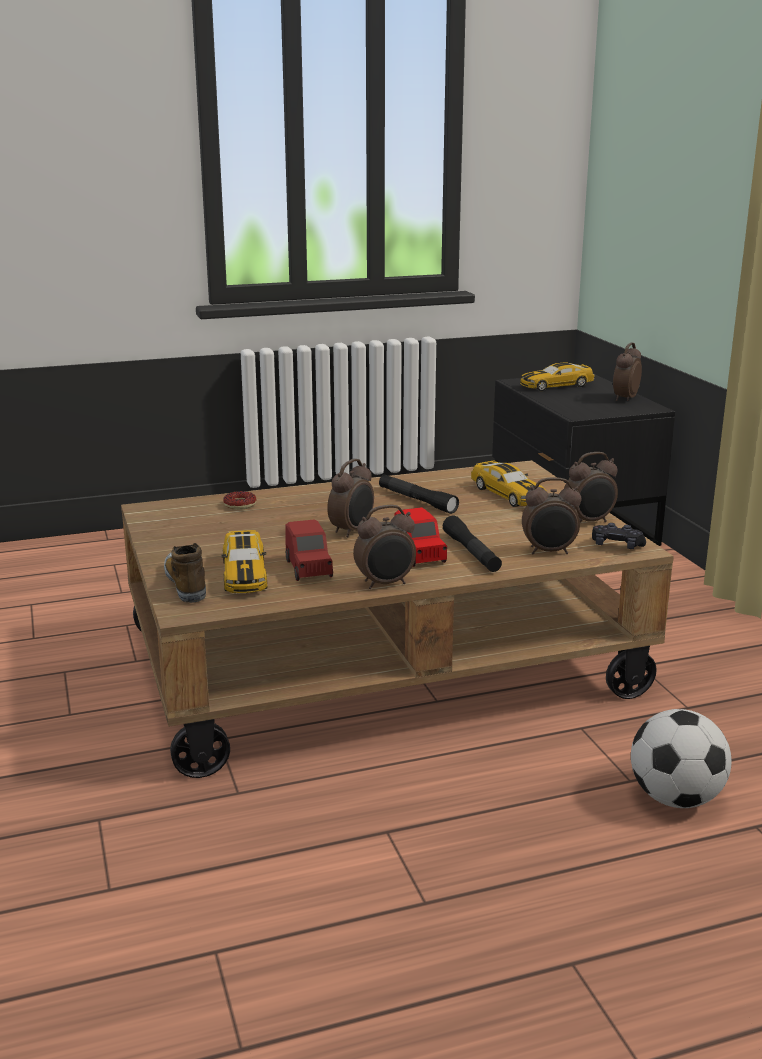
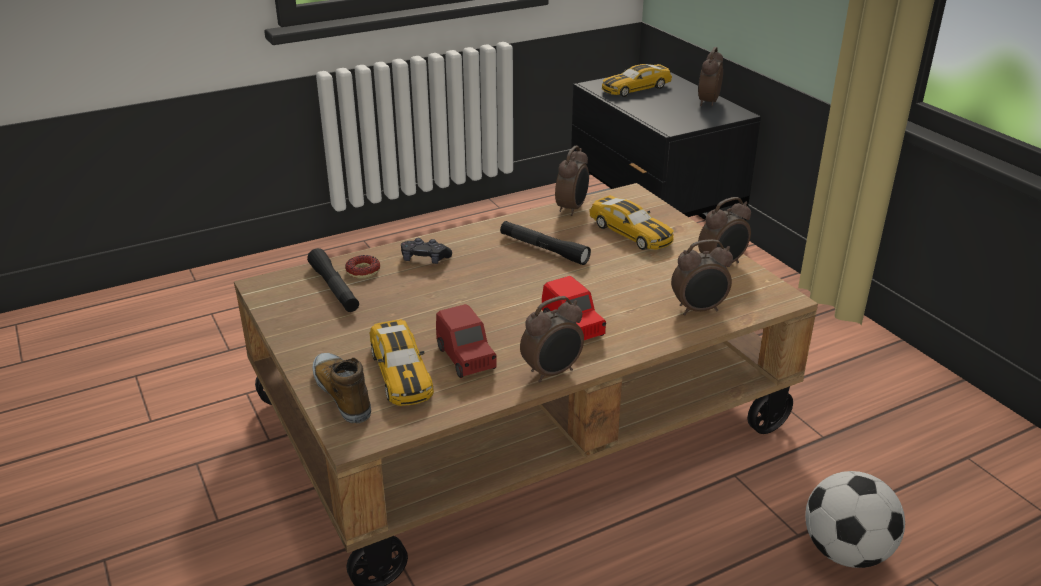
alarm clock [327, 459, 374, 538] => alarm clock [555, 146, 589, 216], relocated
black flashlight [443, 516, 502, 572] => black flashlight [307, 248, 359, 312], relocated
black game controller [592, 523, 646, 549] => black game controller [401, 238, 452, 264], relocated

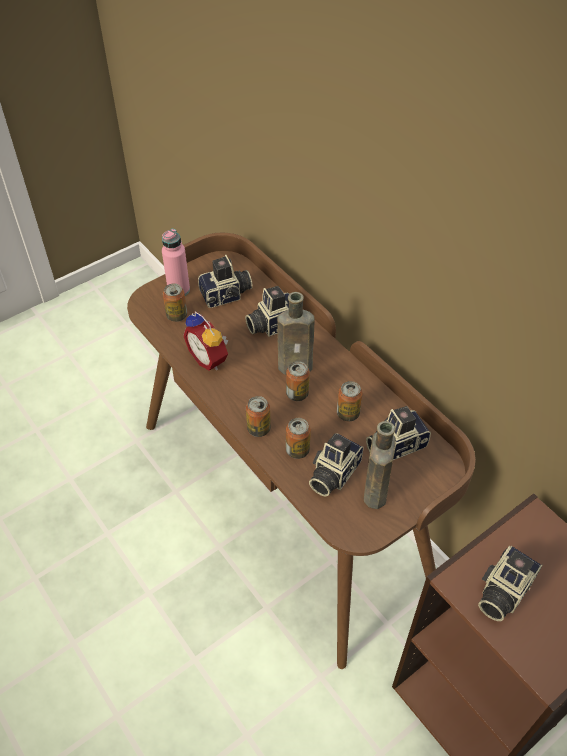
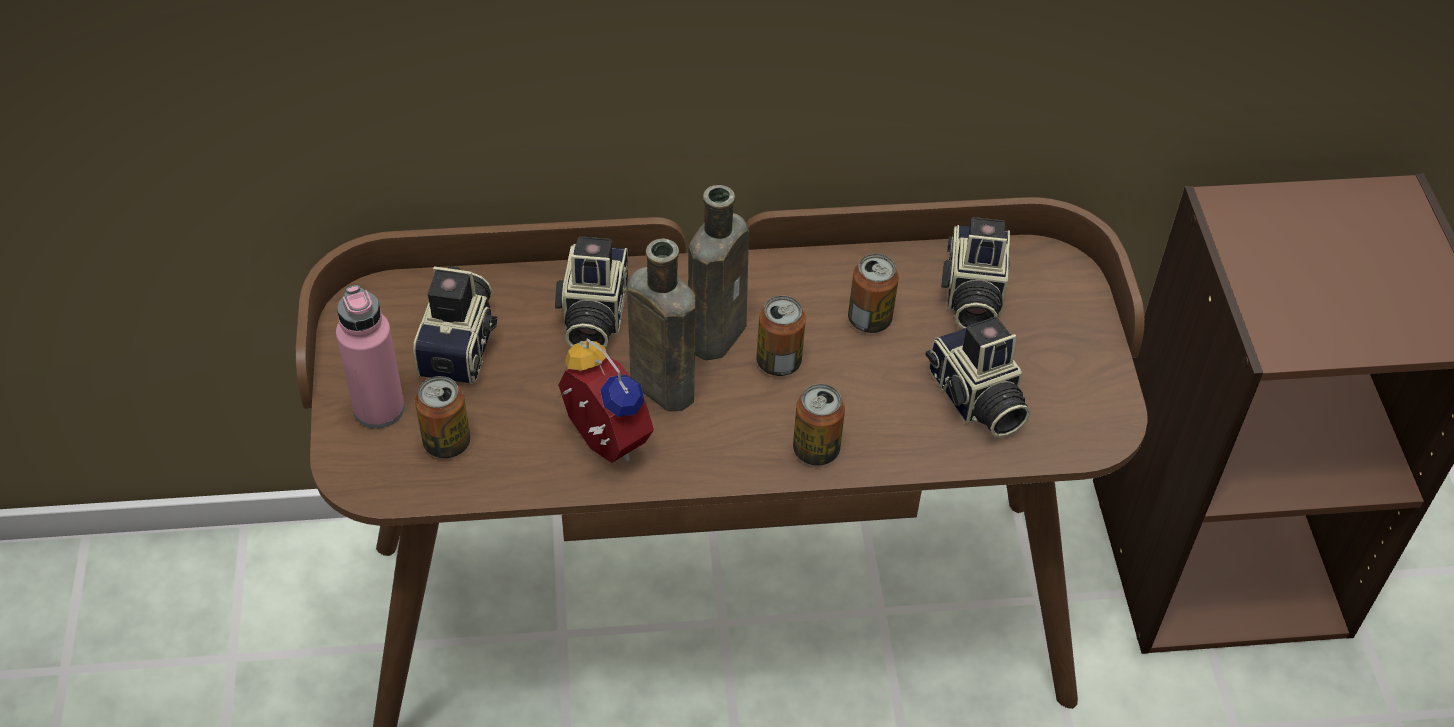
alarm clock [183, 312, 228, 371] => alarm clock [557, 338, 654, 463], 120 degrees counterclockwise
can [286, 418, 311, 459] => nothing
brown bottle [364, 421, 396, 509] => brown bottle [627, 238, 695, 411], relocated
photo camera [478, 546, 543, 621] => nothing

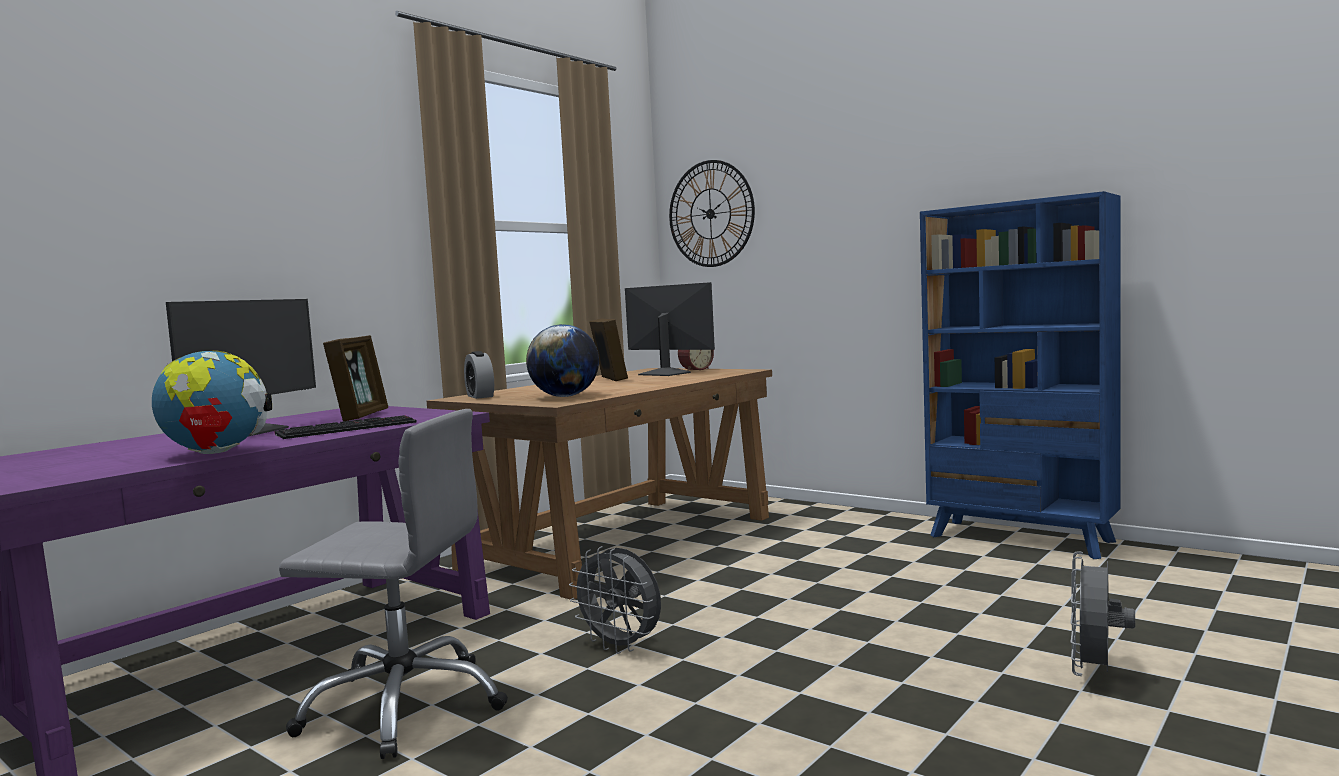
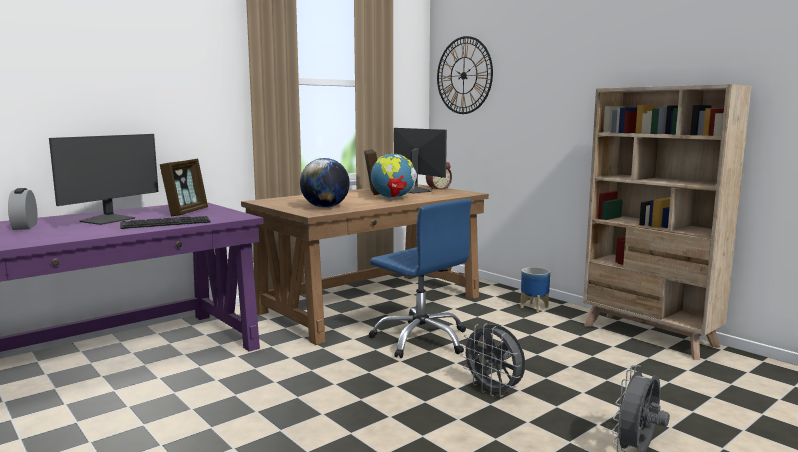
globe [152, 350, 272, 454] => globe [371, 154, 417, 199], relocated
grey office chair [279, 409, 508, 759] => nothing
alarm clock [464, 351, 494, 399] => alarm clock [8, 188, 37, 230], relocated
grey fan [569, 546, 661, 654] => grey fan [460, 323, 525, 397], relocated
blue bookcase [920, 191, 1121, 559] => beige bookcase [583, 84, 751, 360]
nothing => blue office chair [368, 199, 472, 358]
nothing => planter [520, 267, 550, 312]

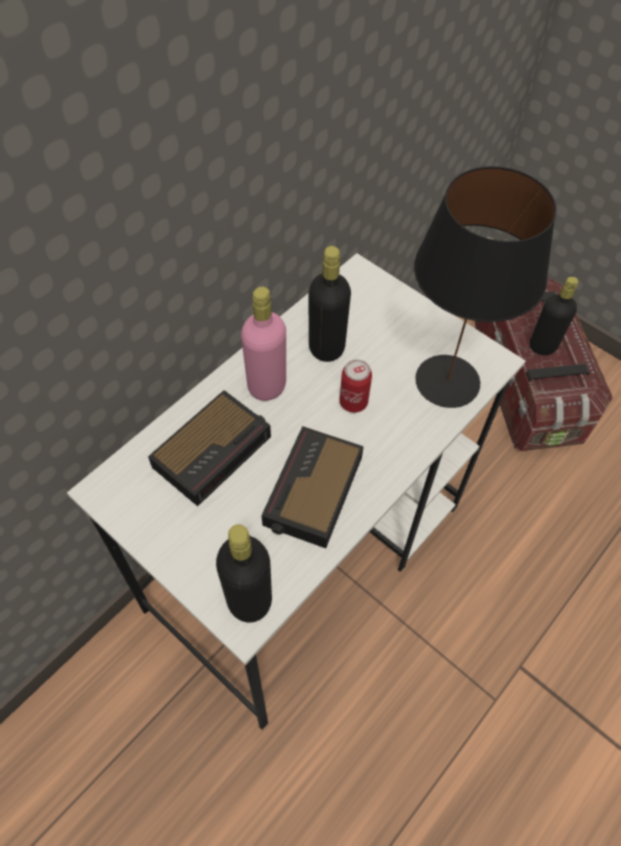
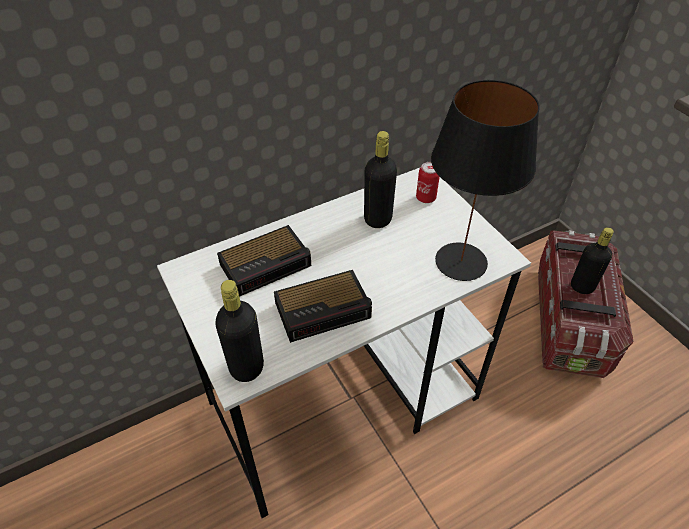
pink bottle [241, 287, 286, 401] => nothing
alarm clock [261, 426, 364, 548] => alarm clock [274, 270, 372, 343], 150 degrees counterclockwise
can [339, 360, 372, 413] => can [416, 162, 440, 203], relocated

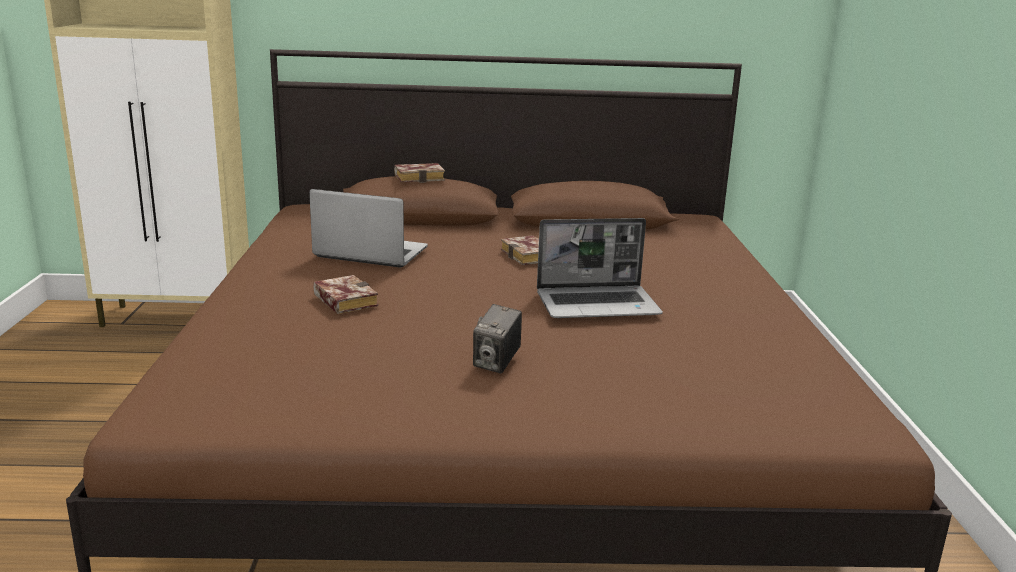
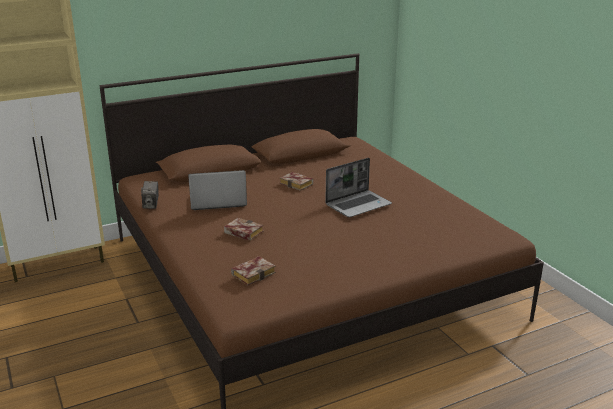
book [394, 163, 445, 183] => book [231, 256, 276, 285], relocated
photo camera [473, 304, 522, 373] => photo camera [141, 181, 159, 209], relocated

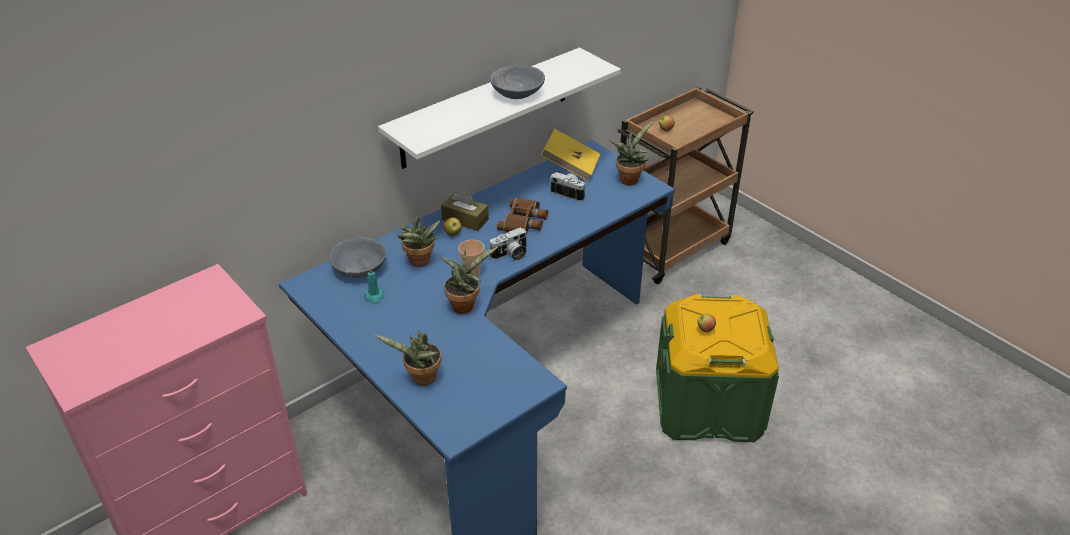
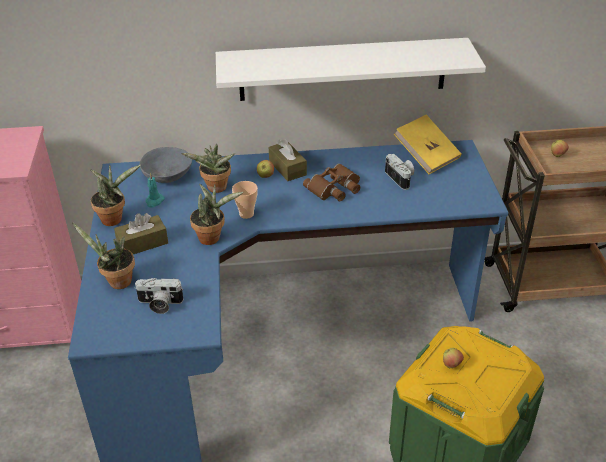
photo camera [489, 227, 527, 261] => photo camera [135, 278, 184, 314], relocated
grey bowl [490, 65, 545, 99] => nothing
potted plant [609, 121, 653, 186] => potted plant [90, 165, 141, 226], relocated
nothing => brown tissue box [114, 213, 168, 254]

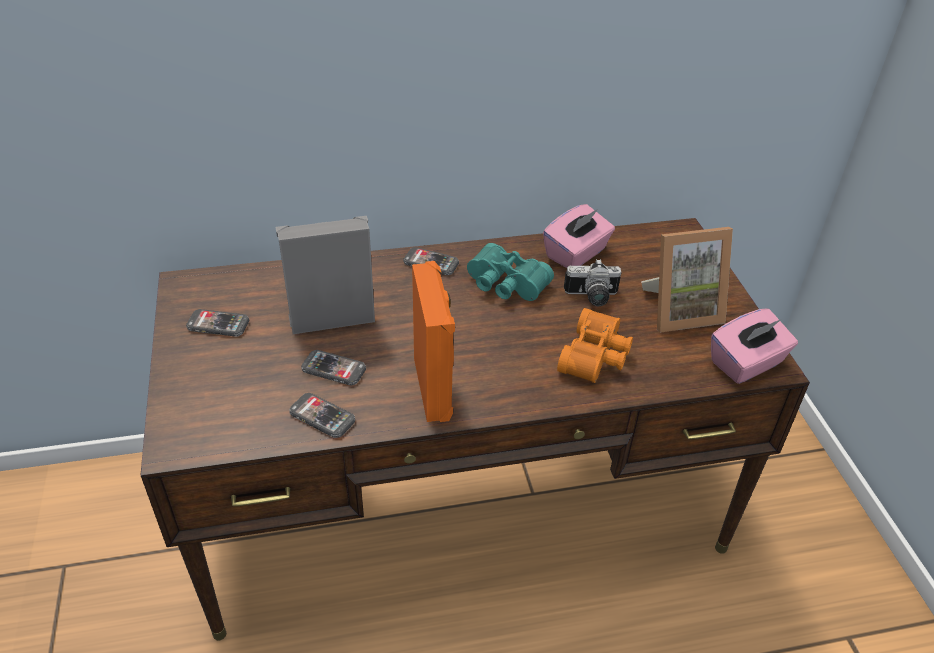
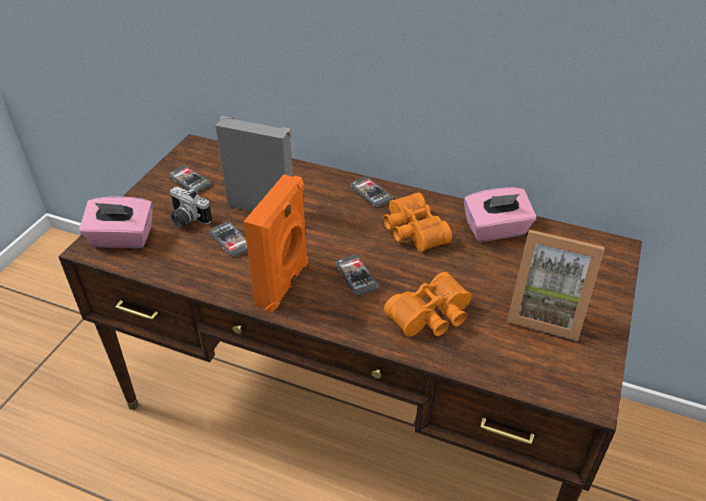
phone [289, 393, 355, 438] => phone [335, 255, 379, 295], relocated
turquoise binoculars [467, 243, 554, 301] => orange binoculars [384, 192, 452, 252]
photo camera [564, 259, 621, 306] => photo camera [170, 187, 212, 227], relocated
pink tissue box [711, 308, 798, 384] => pink tissue box [79, 196, 153, 248], relocated

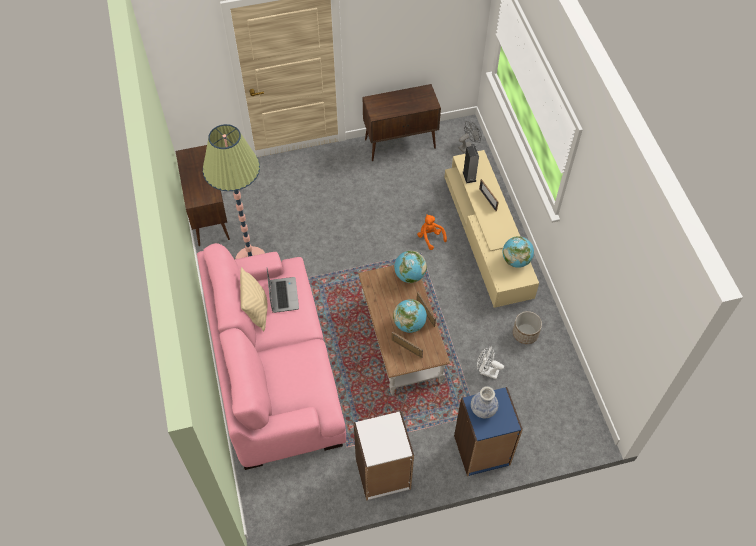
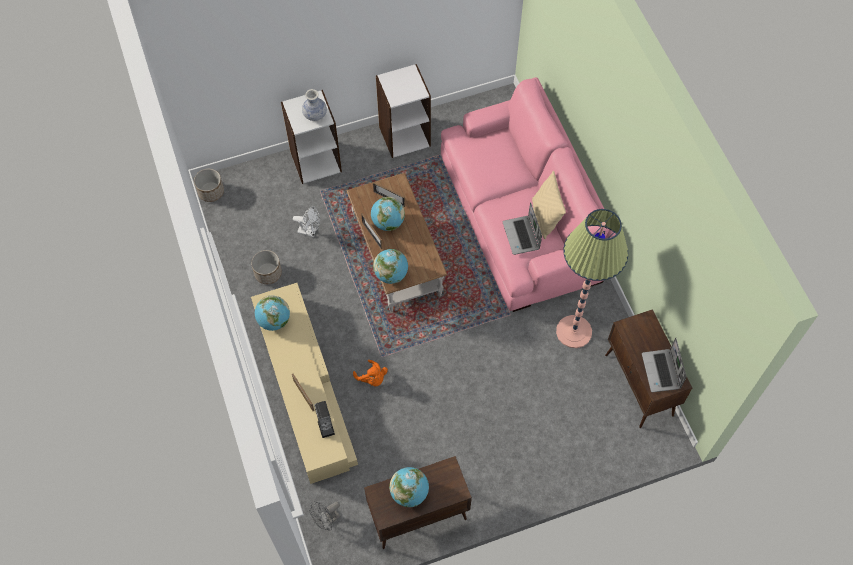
blue bookcase [454, 387, 523, 476] => white bookcase [281, 90, 342, 184]
nothing => planter [194, 169, 224, 202]
nothing => globe [389, 467, 429, 507]
nothing => laptop [642, 338, 687, 392]

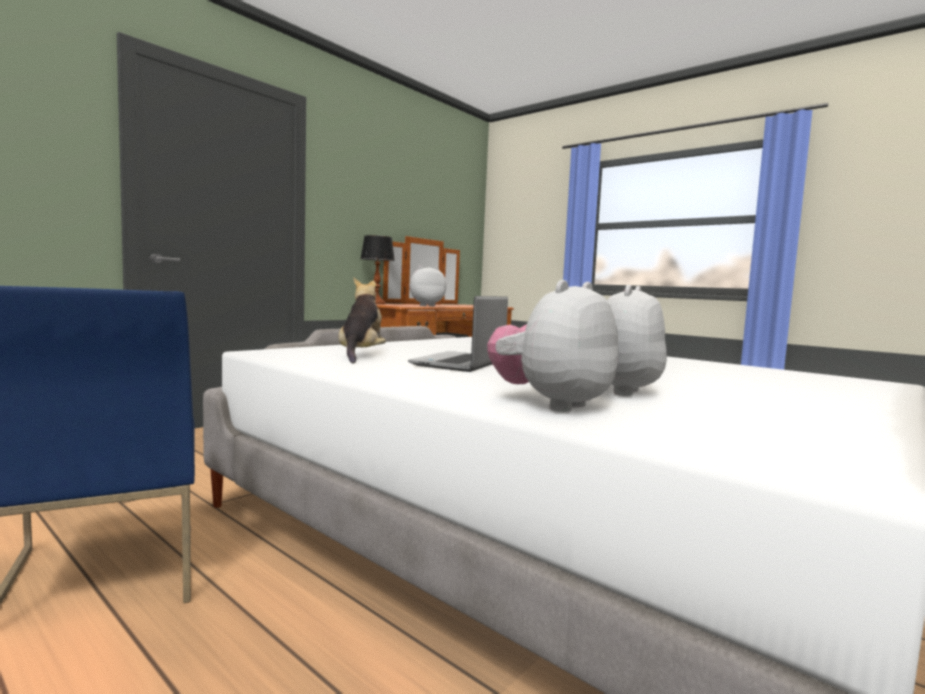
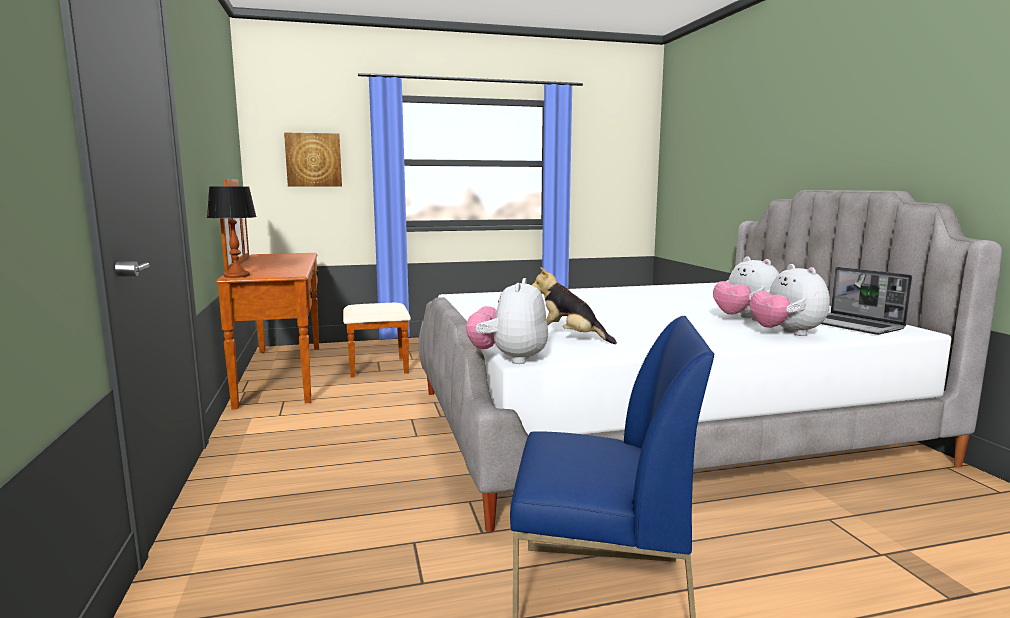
laptop [408, 296, 508, 372] => laptop [821, 267, 912, 335], relocated
plush toy [409, 266, 447, 306] => plush toy [466, 278, 548, 364], relocated
nothing => picture [284, 132, 342, 187]

